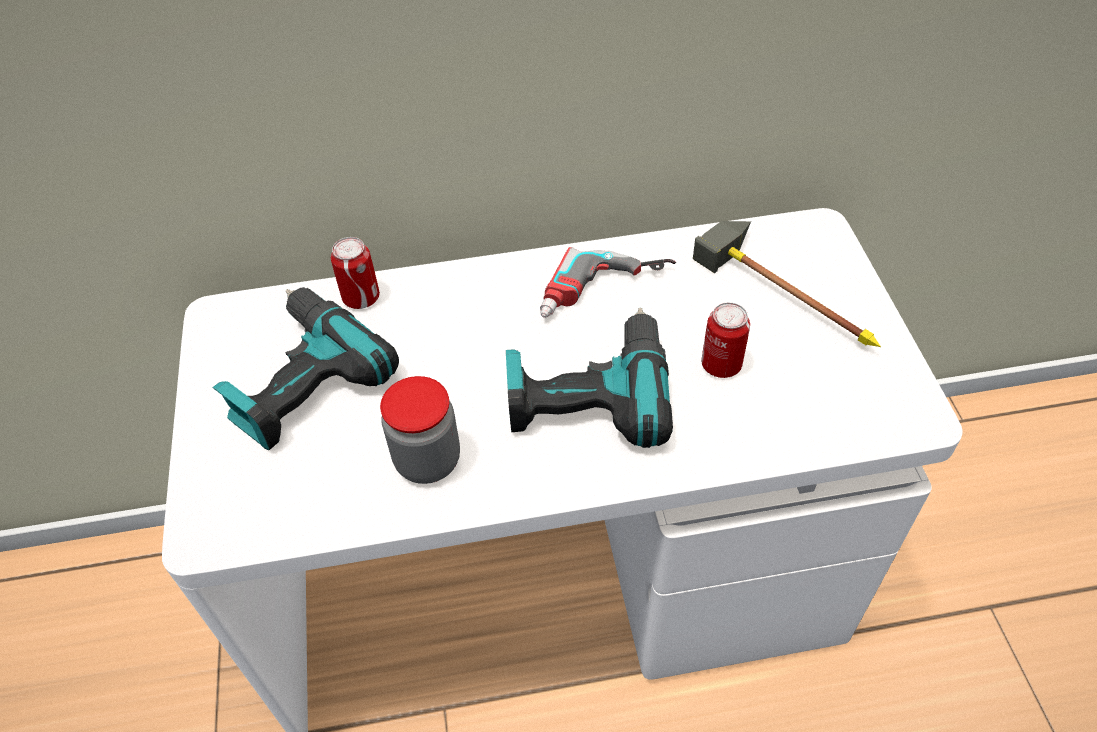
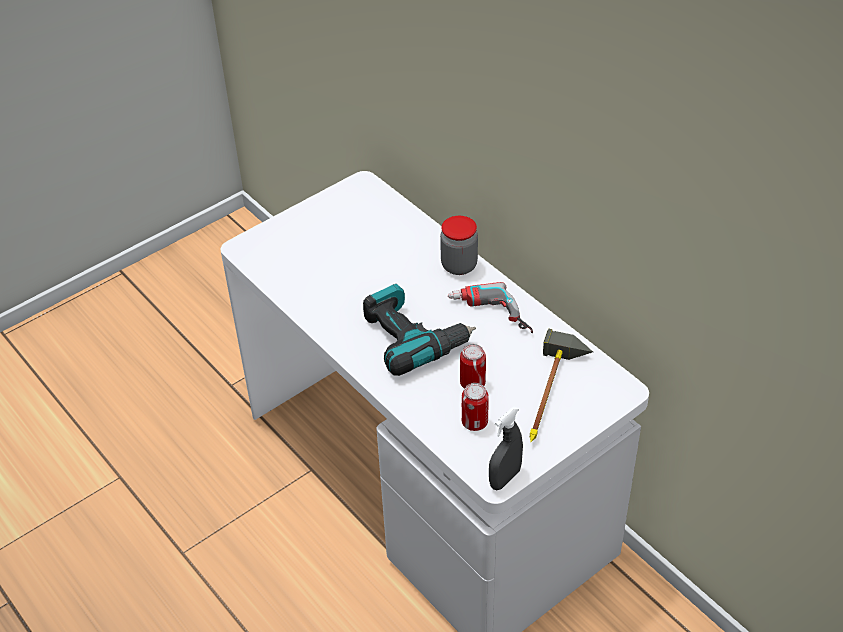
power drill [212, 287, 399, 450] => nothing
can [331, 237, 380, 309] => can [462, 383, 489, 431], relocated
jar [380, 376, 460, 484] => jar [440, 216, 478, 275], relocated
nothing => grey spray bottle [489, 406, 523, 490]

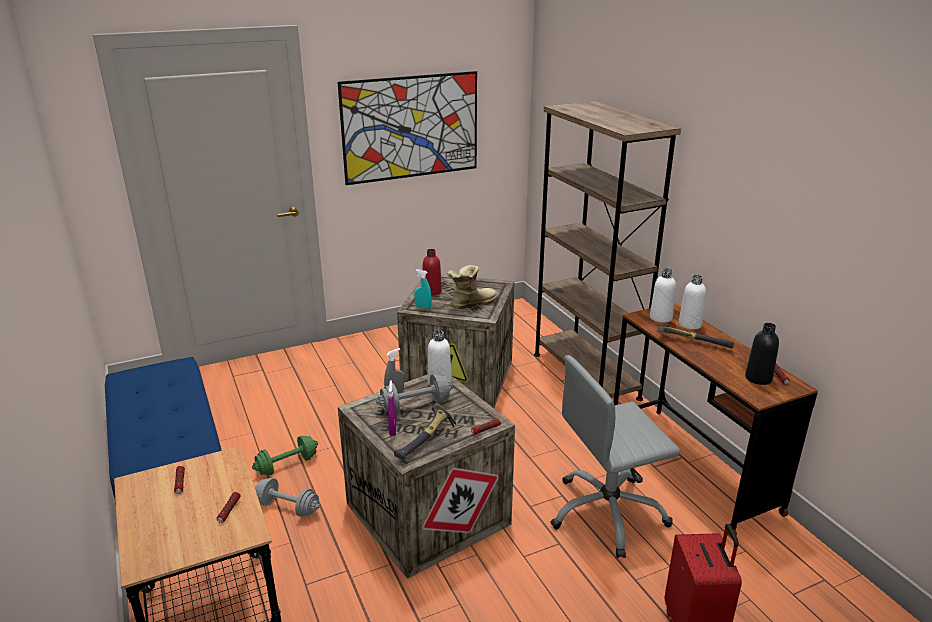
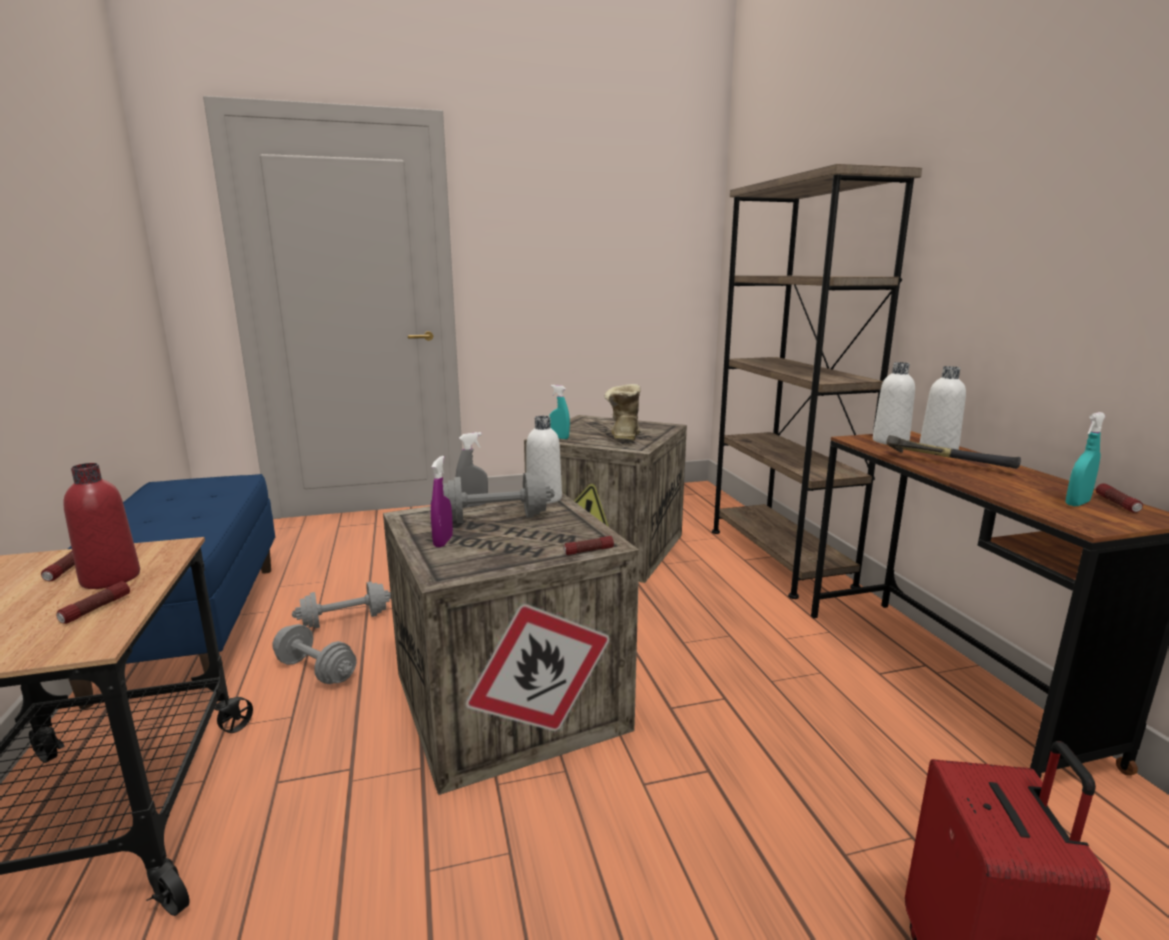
green dumbbell [252, 436, 318, 475] => grey dumbbell [292, 581, 391, 629]
picture [338, 71, 477, 185] => nothing
hammer [394, 403, 456, 459] => nothing
red bottle [423, 249, 442, 296] => red bottle [63, 463, 140, 589], relocated
boot [447, 265, 498, 309] => boot [604, 384, 641, 441], 60 degrees counterclockwise
grey office chair [551, 355, 680, 558] => nothing
black bottle [745, 323, 779, 385] => turquoise spray bottle [1066, 412, 1106, 506]

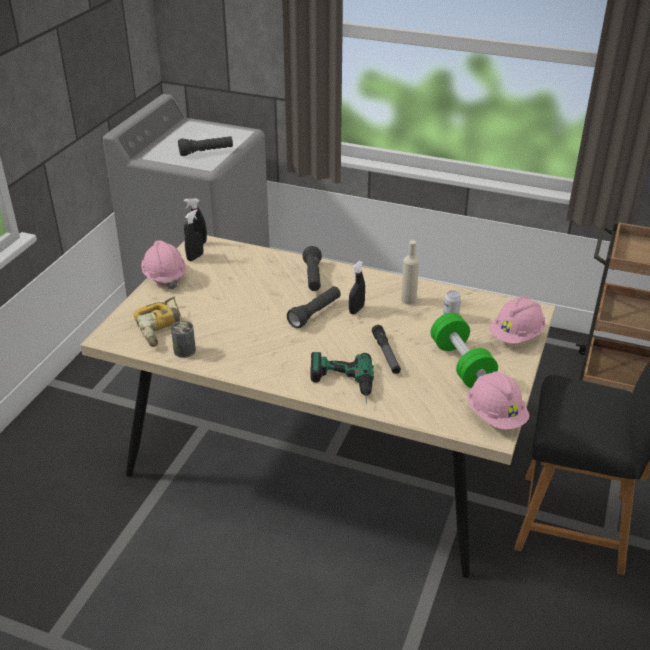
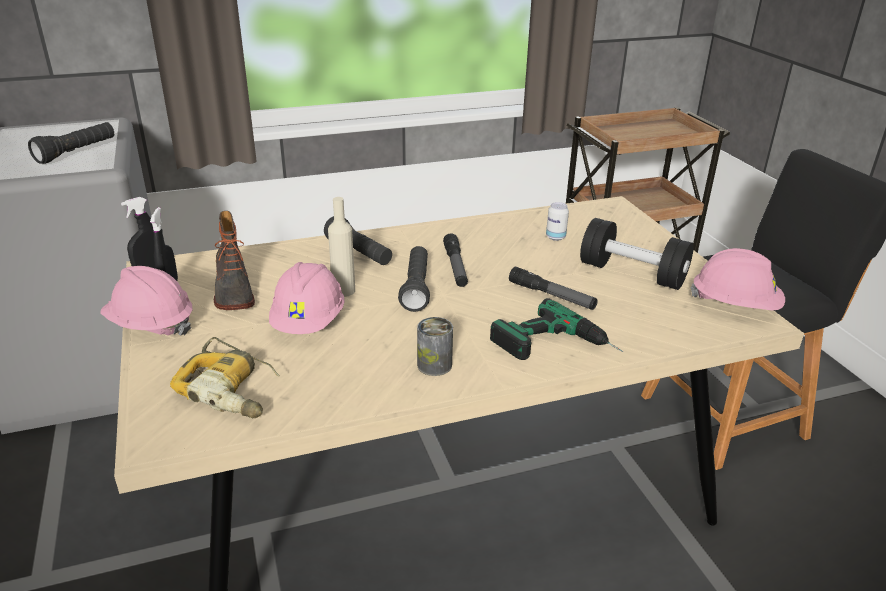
can [171, 321, 196, 358] => can [417, 317, 453, 376], relocated
black spray bottle [349, 261, 365, 314] => flashlight [443, 233, 468, 287]
beige bottle [401, 240, 419, 304] => beige bottle [328, 197, 355, 297], relocated
green dumbbell [431, 313, 498, 388] => black dumbbell [580, 218, 694, 290]
pink hard hat [489, 296, 546, 344] => pink hard hat [269, 262, 345, 334], relocated
nothing => boot [214, 211, 255, 310]

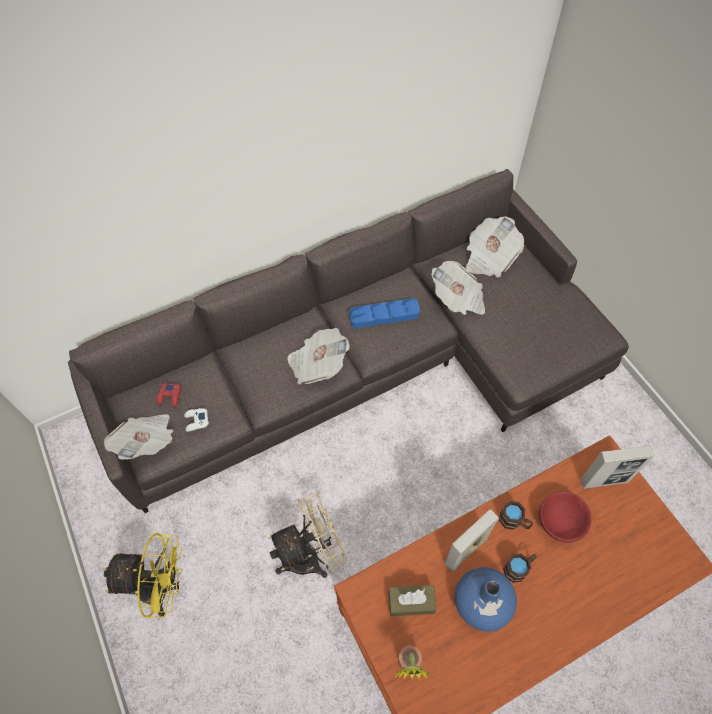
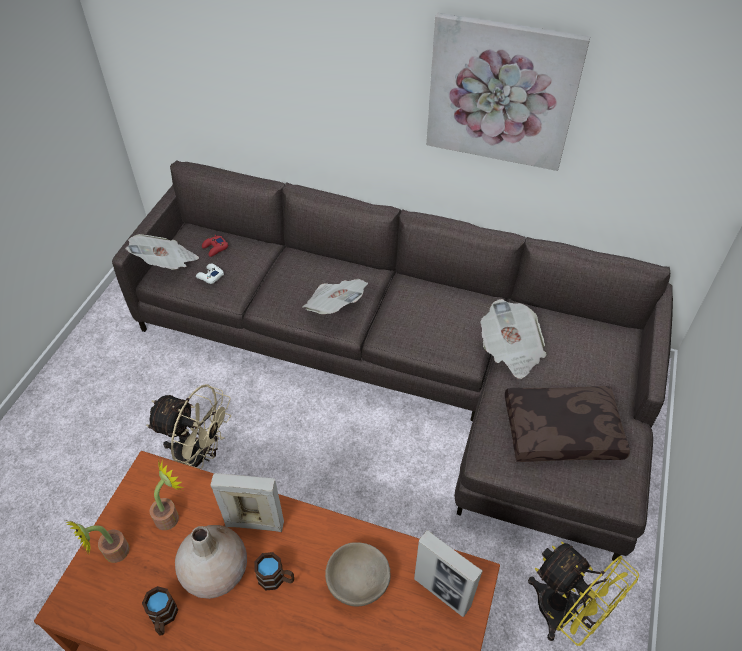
yellow fan [103, 533, 183, 618] => yellow fan [528, 542, 639, 646], relocated
blue tray [349, 298, 420, 328] => nothing
brown tissue box [388, 585, 436, 616] => potted plant [150, 460, 183, 530]
blue vase [455, 567, 517, 632] => beige vase [175, 525, 247, 599]
newspaper [466, 217, 524, 277] => nothing
brown mug [499, 501, 533, 530] => brown mug [142, 586, 178, 636], relocated
red bowl [539, 491, 592, 543] => beige bowl [325, 542, 390, 606]
nothing => picture [426, 13, 590, 171]
nothing => brown pillow [505, 386, 630, 462]

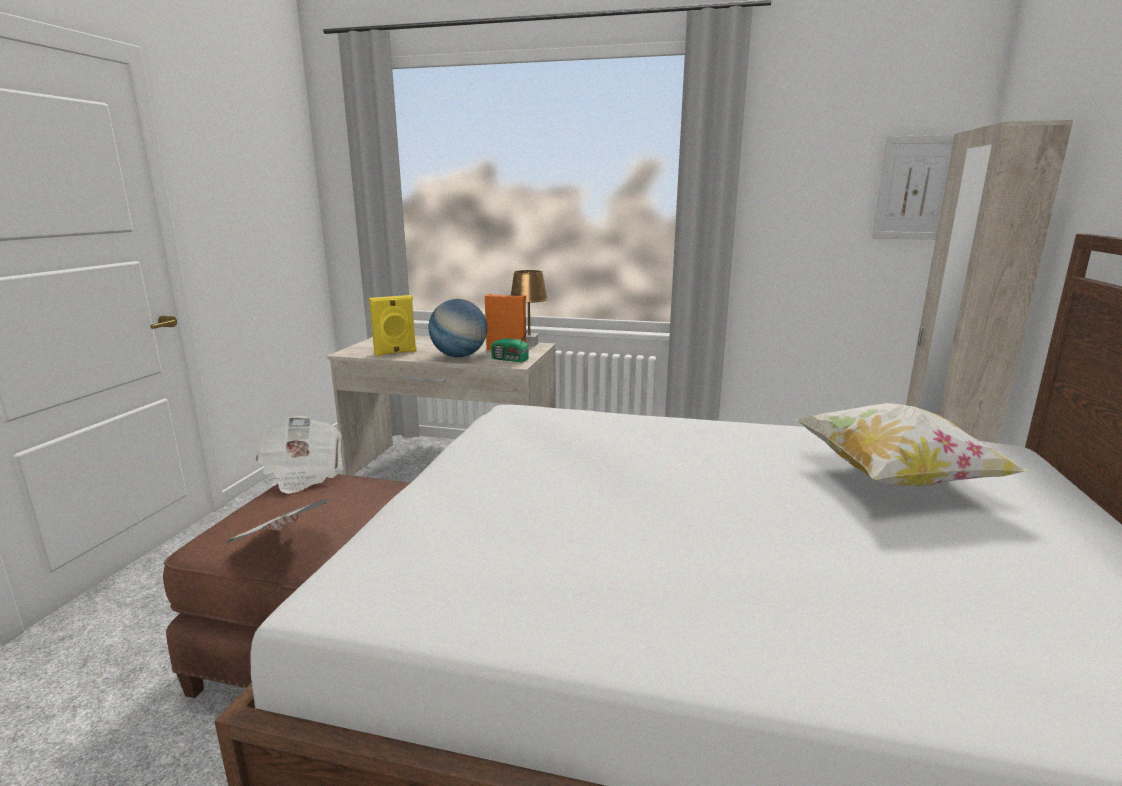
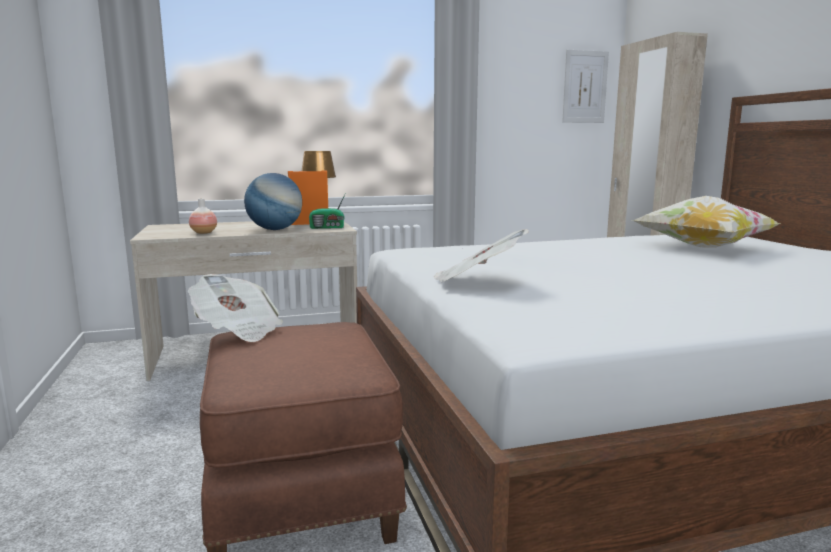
newspaper [224, 498, 330, 544] => newspaper [433, 229, 529, 282], relocated
yellow speaker [369, 295, 417, 356] => vase [189, 198, 217, 234]

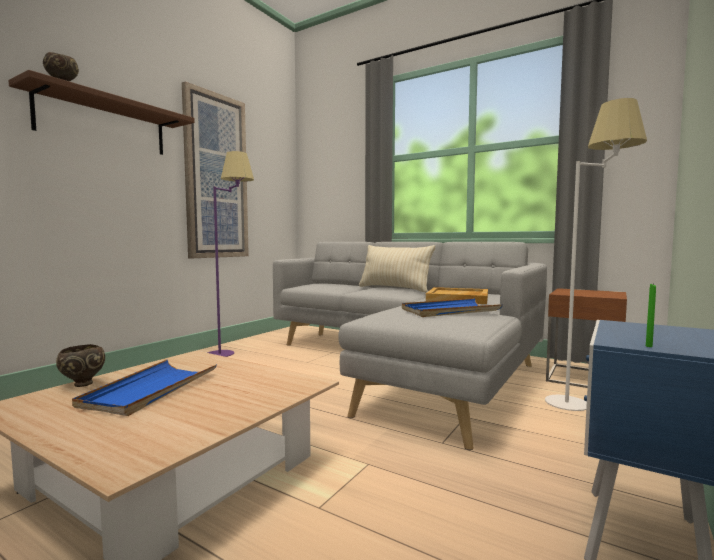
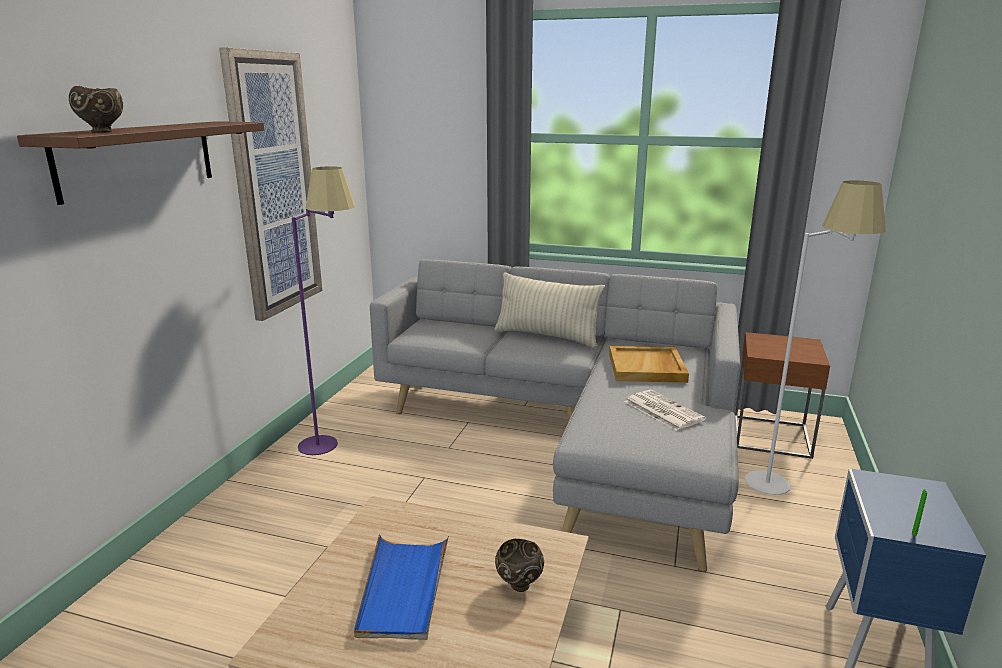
brown bowl [56, 344, 105, 387] => brown bowl [495, 539, 544, 592], relocated
blue tray [402, 298, 503, 317] => newspaper [624, 390, 706, 431]

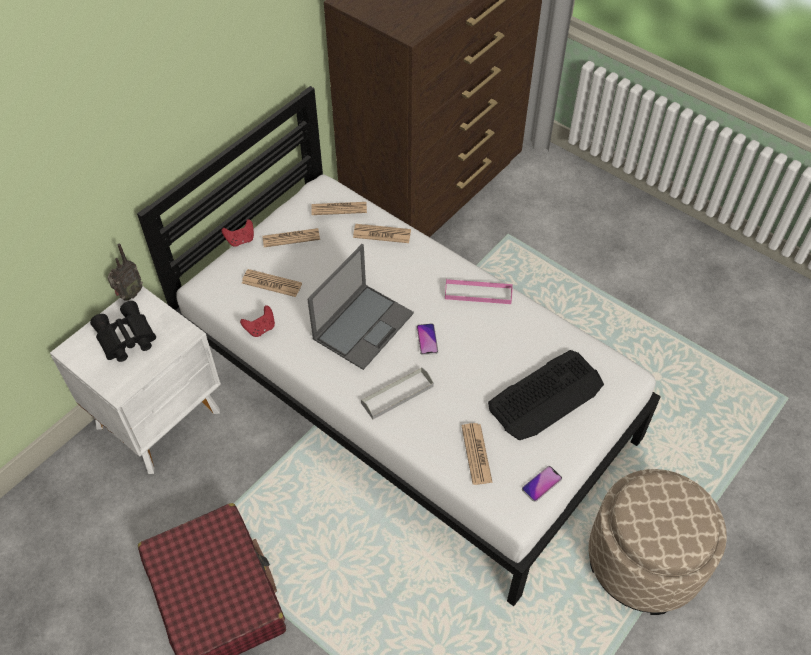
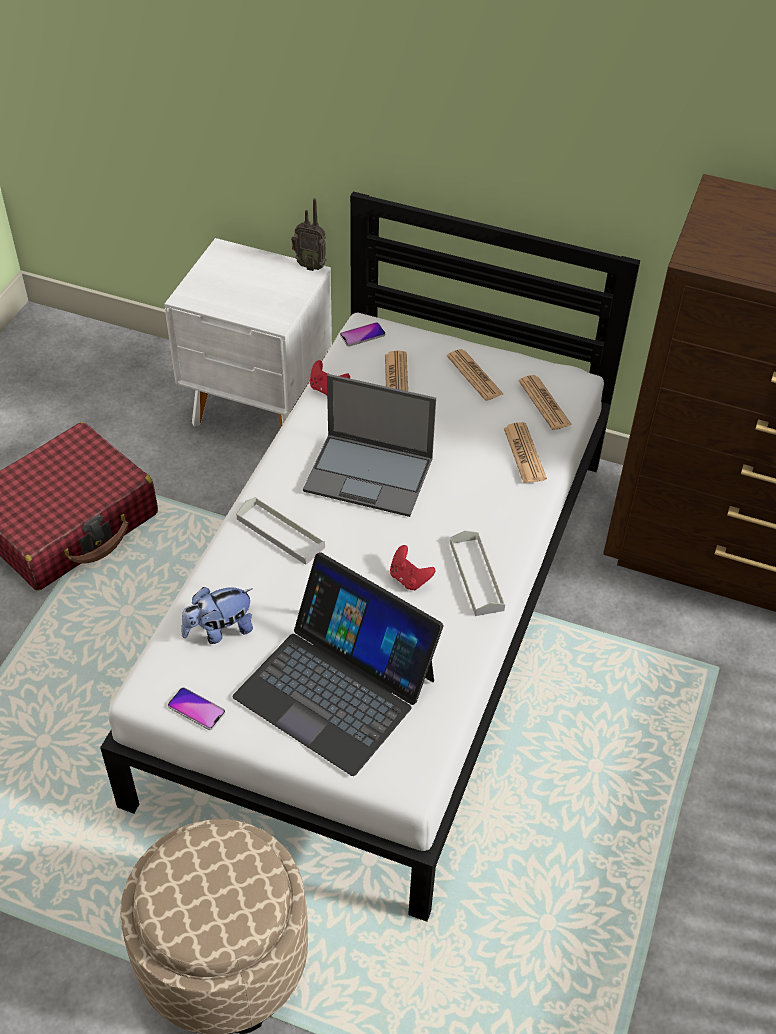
black binoculars [90, 301, 156, 362] => nothing
red game controller [222, 219, 254, 247] => red game controller [390, 545, 435, 590], relocated
phone [417, 323, 438, 355] => phone [340, 322, 385, 347], relocated
pink tray [445, 279, 513, 304] => grey tray [450, 530, 505, 616]
newspaper [462, 423, 493, 485] => plush toy [181, 587, 253, 644]
keyboard [488, 350, 604, 440] => laptop [232, 552, 443, 776]

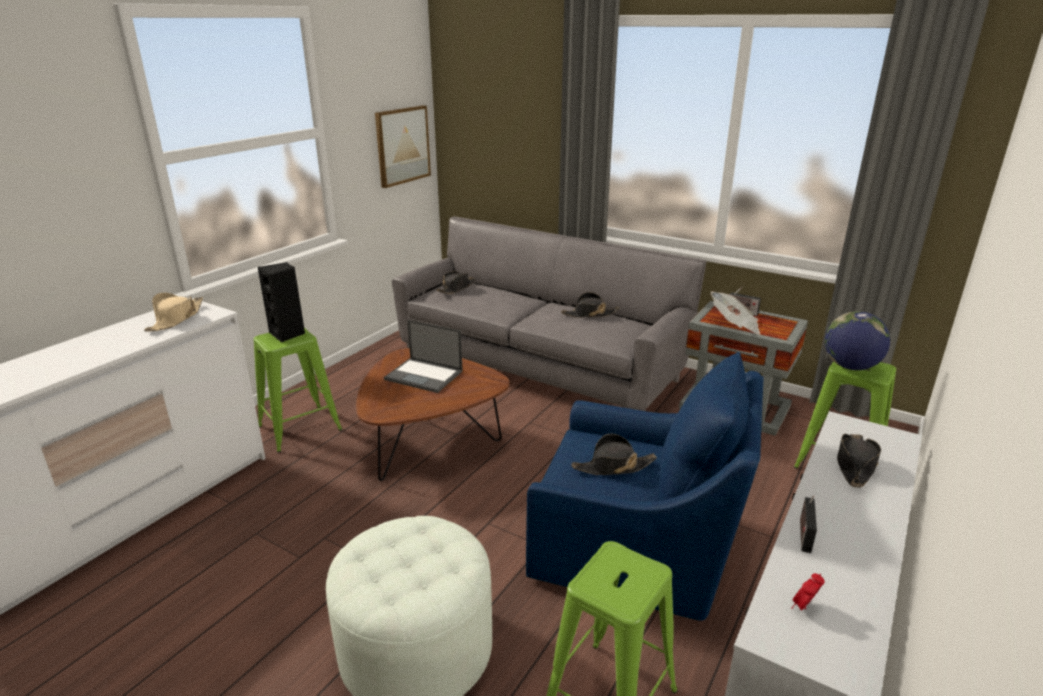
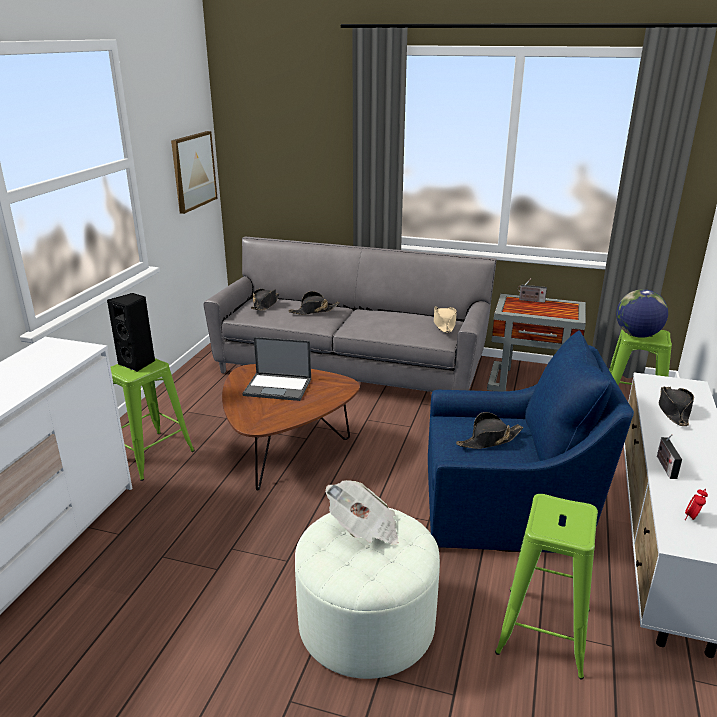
beige hat [144, 293, 203, 332] => beige hat [434, 306, 457, 333], relocated
black hat [561, 292, 620, 318] => black hat [289, 291, 339, 315], relocated
newspaper [710, 291, 760, 334] => newspaper [325, 480, 399, 545], relocated

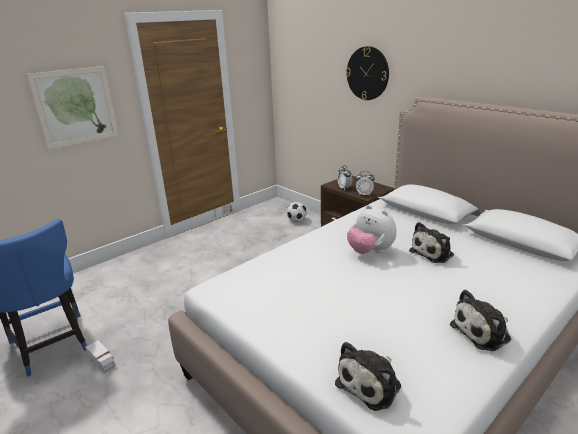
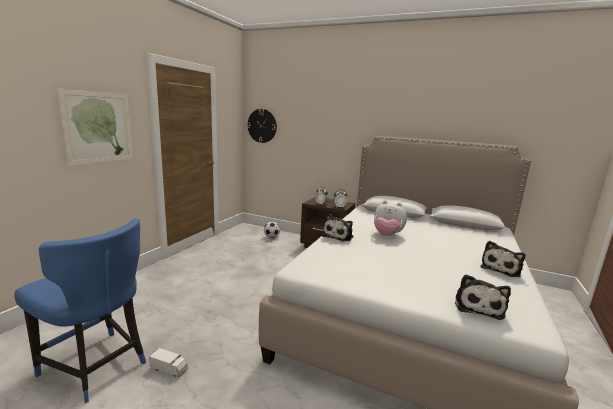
wall clock [346, 46, 389, 100] => wall clock [247, 109, 277, 143], relocated
plush toy [409, 222, 454, 263] => plush toy [322, 213, 354, 241], relocated

